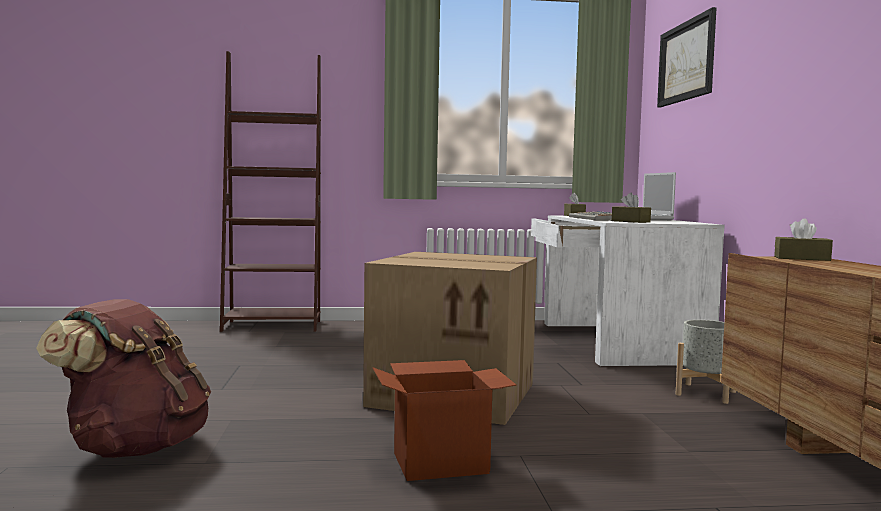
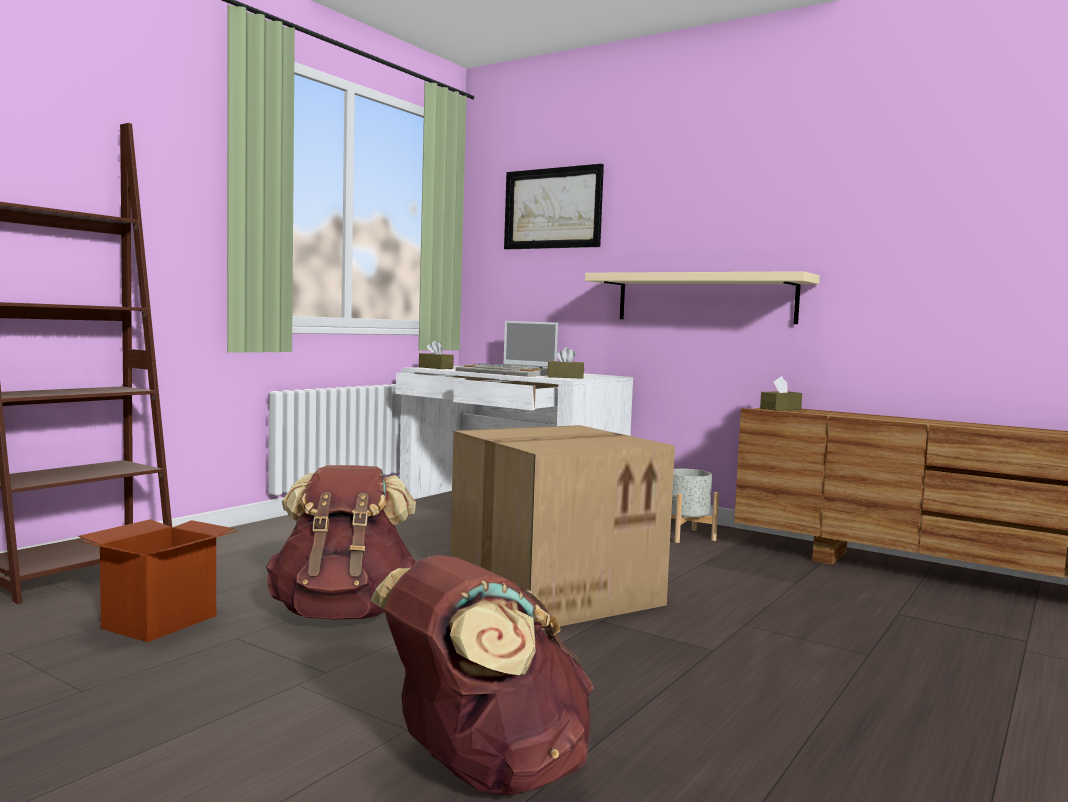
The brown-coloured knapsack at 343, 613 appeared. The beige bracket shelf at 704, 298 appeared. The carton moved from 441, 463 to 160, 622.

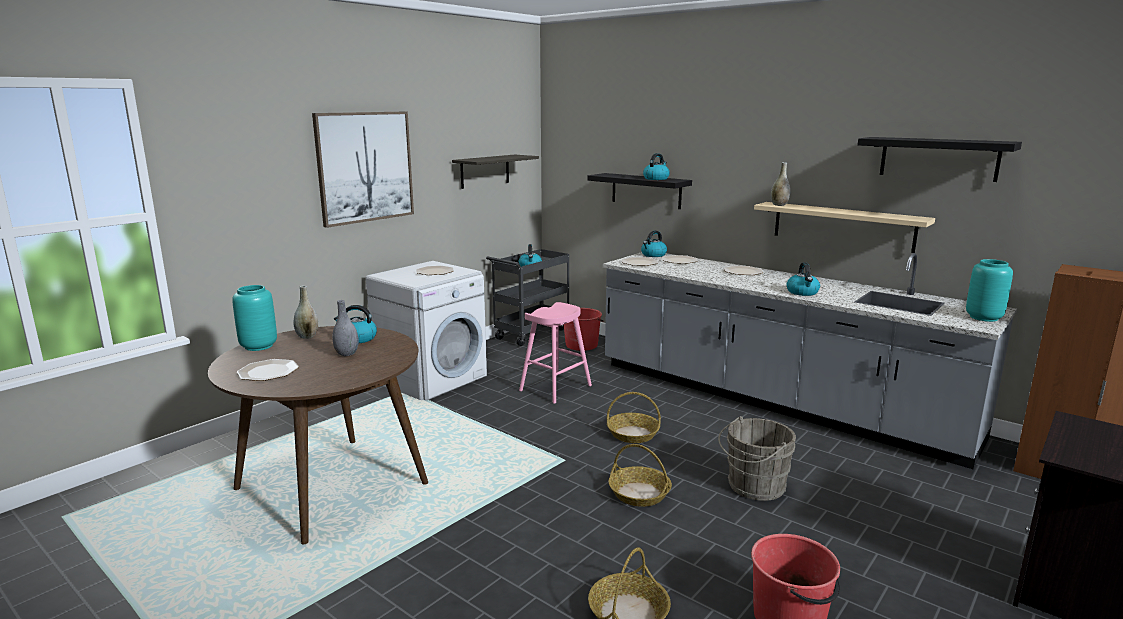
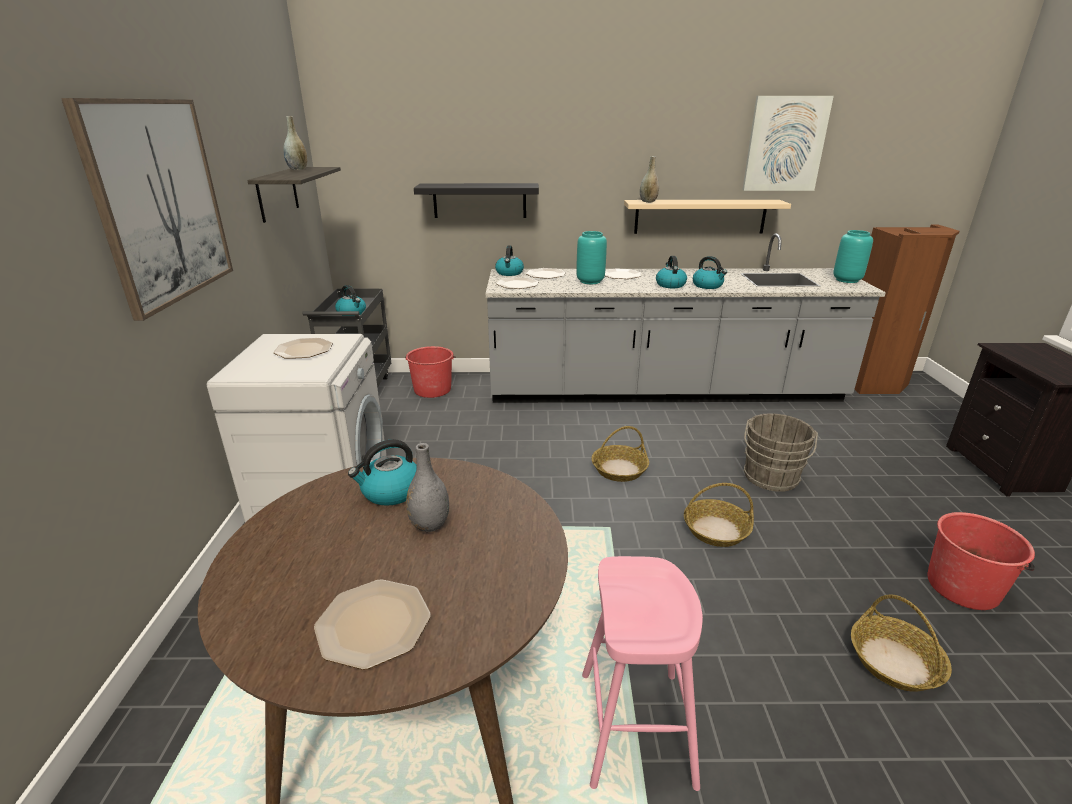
The turquoise-coloured flower vase moved from 258, 346 to 591, 281. The gray flower vase moved from 307, 336 to 298, 169. The pink stool seat moved from 555, 388 to 635, 726. The water kettle moved from 656, 178 to 670, 285. The blackish bracket shelf at 938, 158 was replaced by the wall picture at 785, 144.

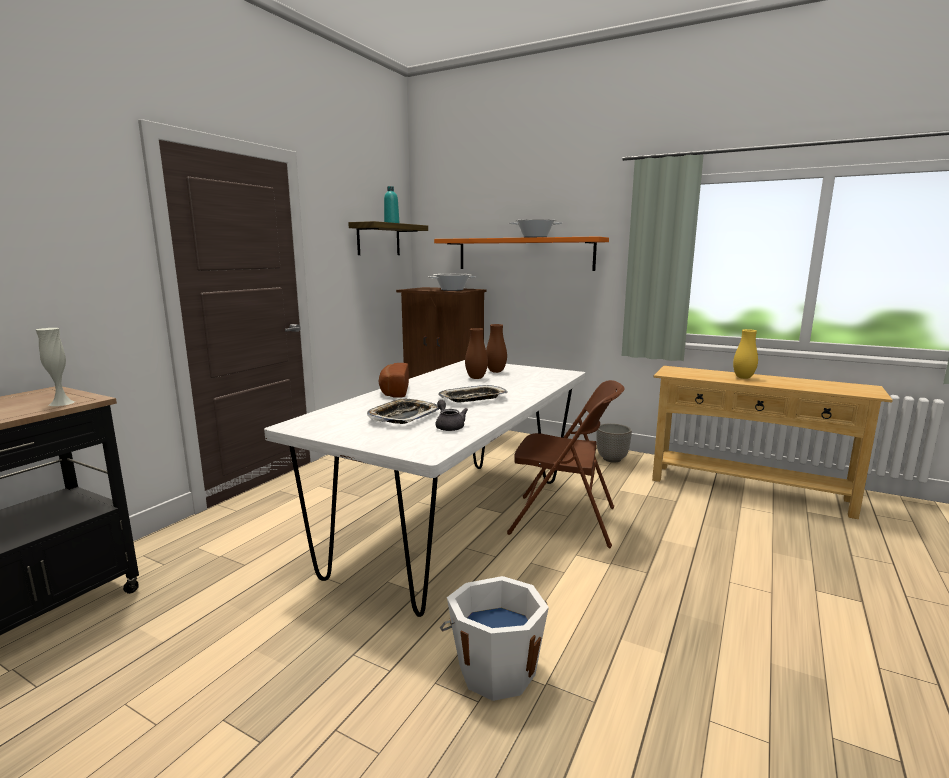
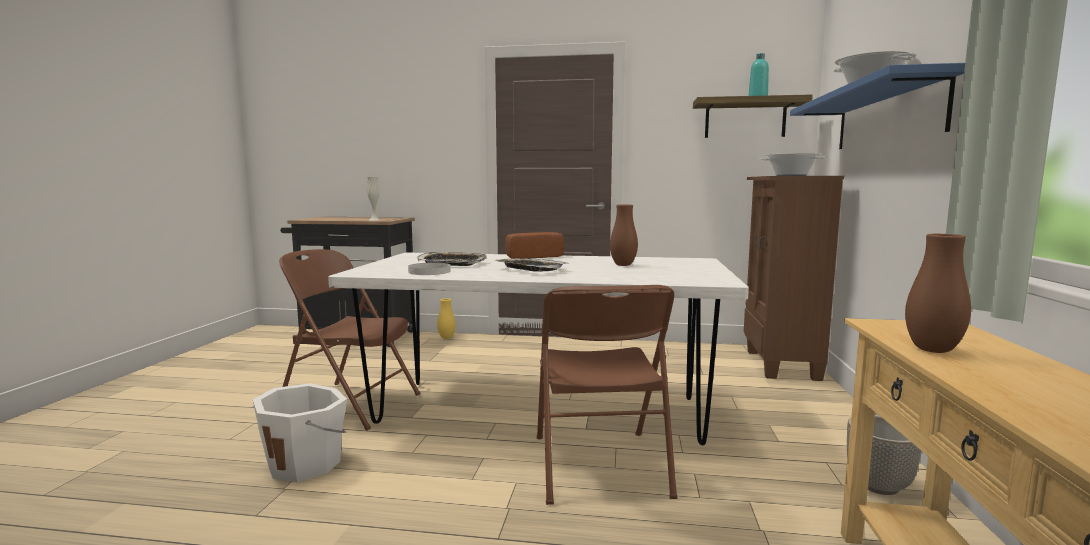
The brown-coloured upright chair at 351, 404 appeared. The brown-coloured flower vase moved from 496, 371 to 932, 350. The yellow flower vase moved from 743, 377 to 446, 338. The gray tea pot at 449, 426 was replaced by the white flat dish at 429, 271. The orangey bracket shelf at 524, 254 became the blue-coloured bracket shelf at 886, 116.

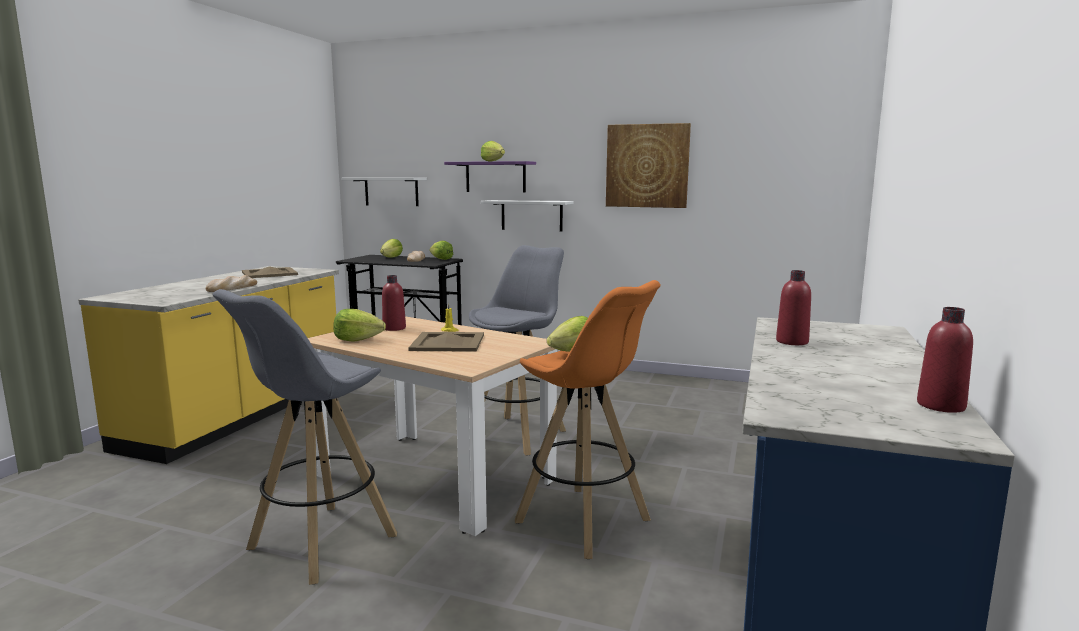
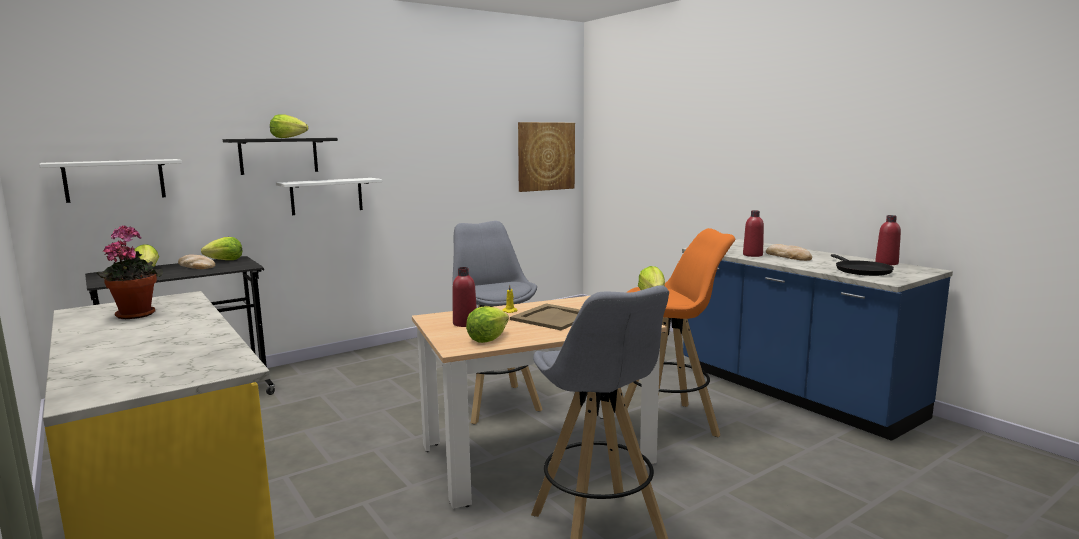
The blackish frying pan at 861, 270 appeared. The baked bread moved from 232, 288 to 788, 256. The wall picture moved from 647, 166 to 546, 156. The beige tray at 270, 273 was replaced by the plant in a pot at 135, 314. The purple bracket shelf at 495, 177 became the blackish bracket shelf at 279, 155.

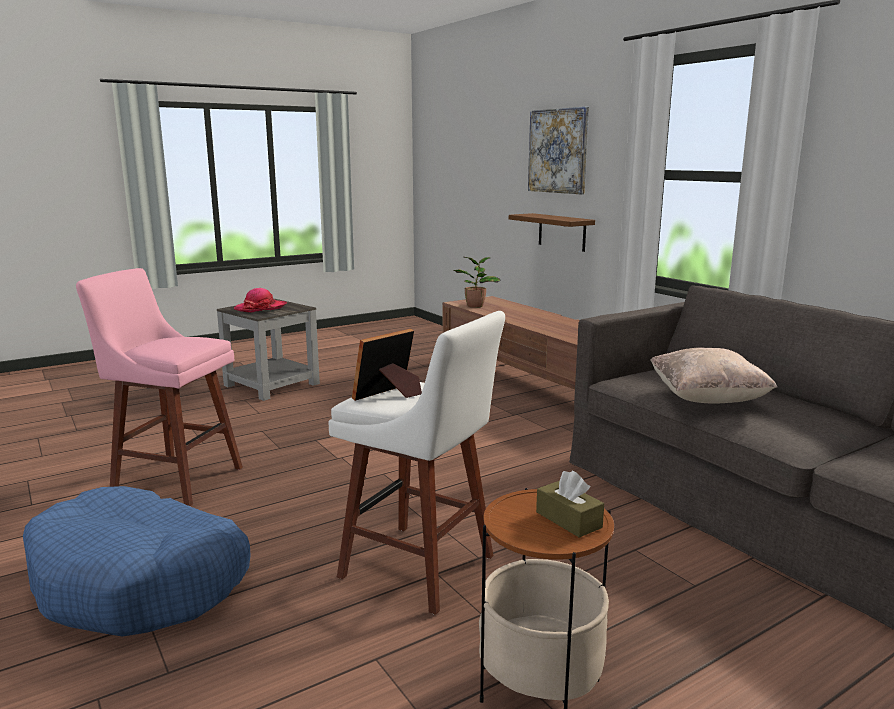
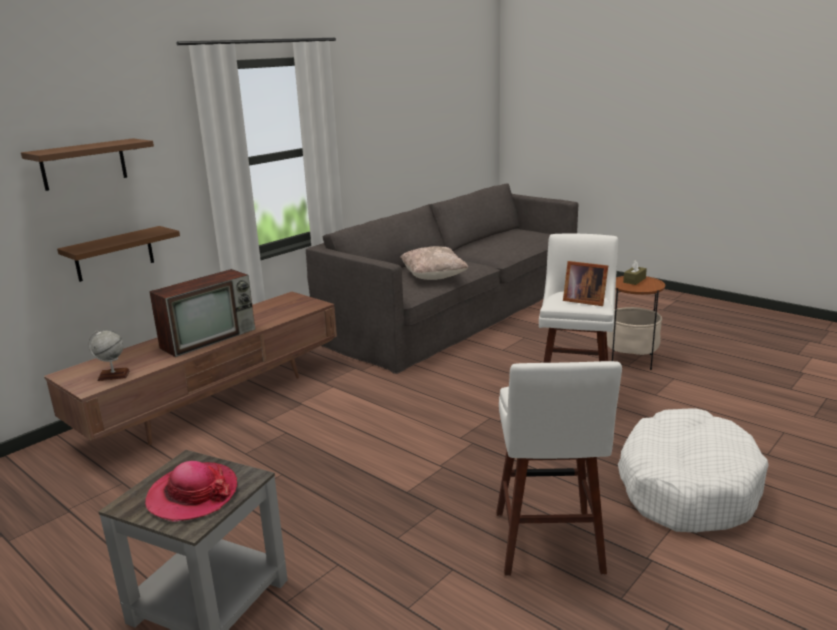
The television at 210, 338 appeared. The plant in a pot at 476, 305 was replaced by the globe at 113, 375. The wall picture at 558, 151 was replaced by the brown-coloured bracket shelf at 83, 164. The blue-coloured dog cushion at 140, 582 became the white dog cushion at 686, 486. The pink stool seat at 176, 480 became the white stool seat at 547, 544.

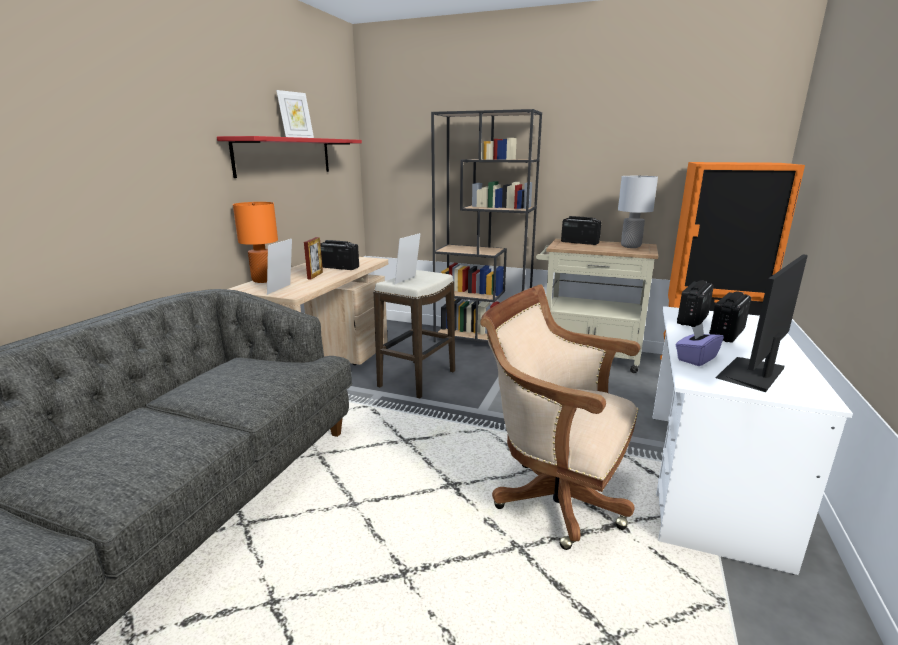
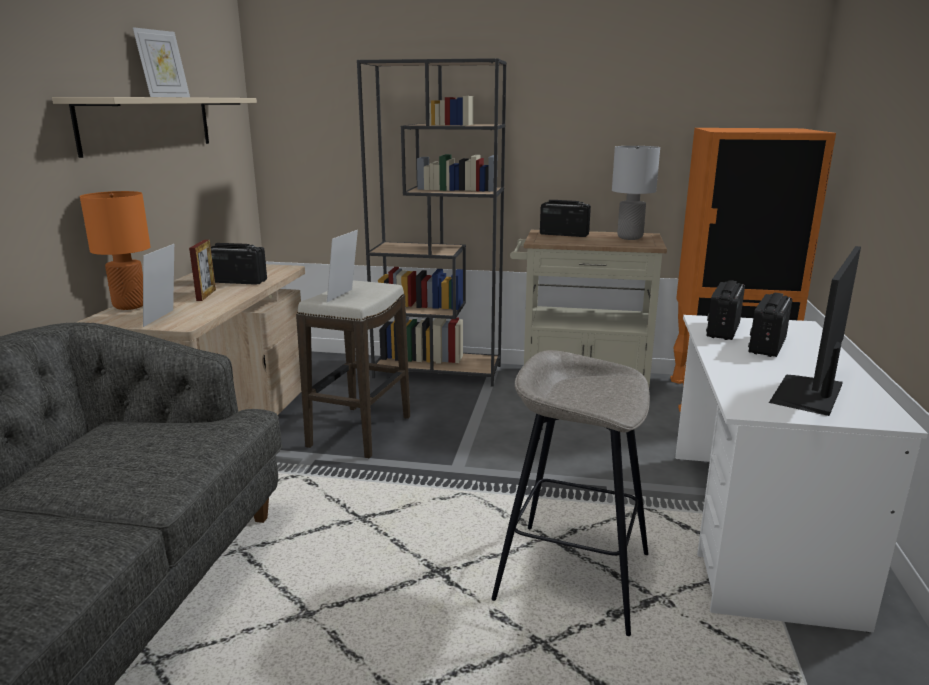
The purple tissue holder at 696, 358 disappeared. The computer chair at 553, 499 was replaced by the gray stool seat at 573, 576. The red-coloured bracket shelf at 285, 156 became the beige bracket shelf at 148, 123.

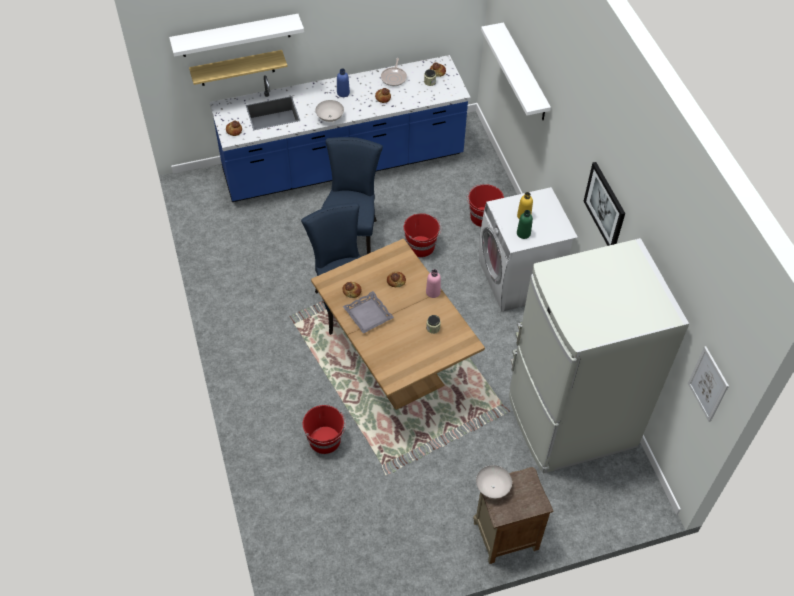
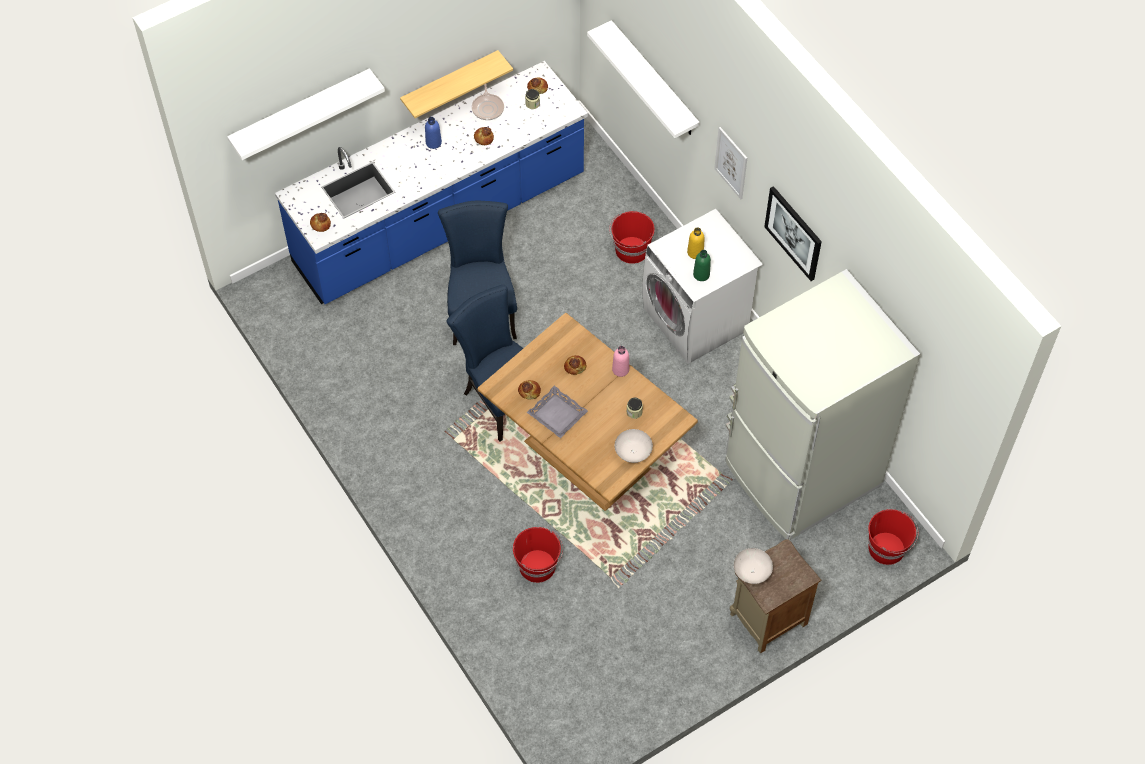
The bracket shelf moved from 237, 68 to 450, 83. The white serving bowl moved from 330, 118 to 633, 453. The red-coloured water bucket moved from 421, 246 to 887, 548. The wall picture moved from 708, 384 to 731, 163.

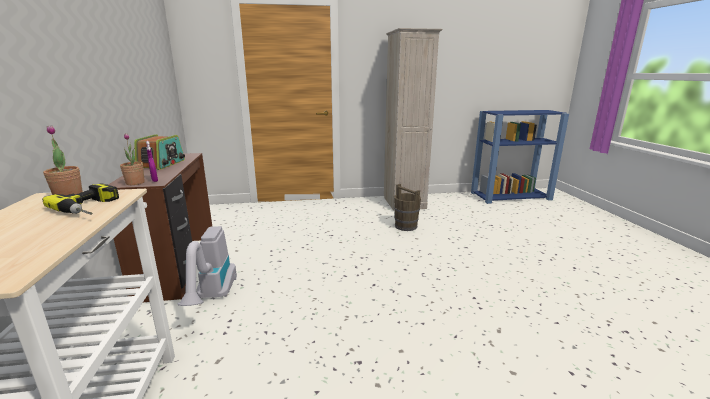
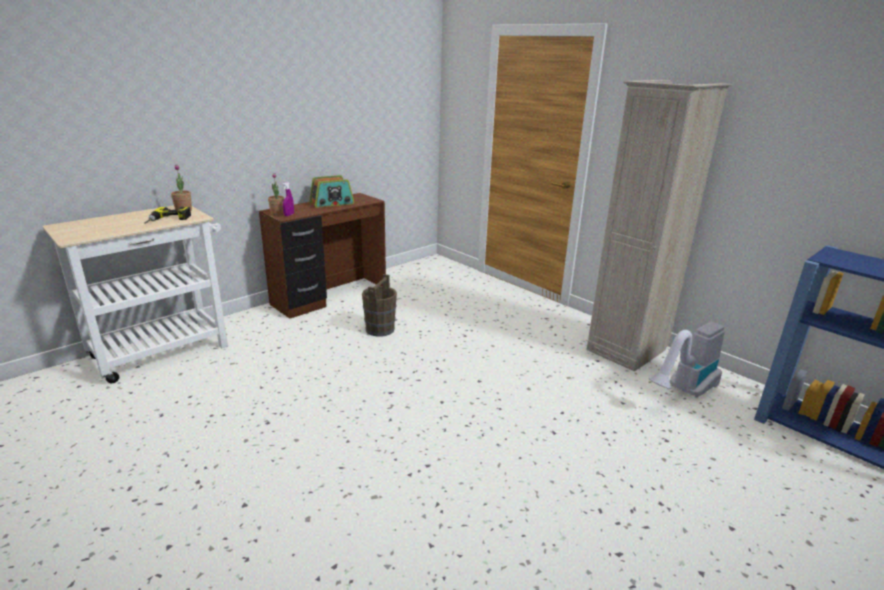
The vacuum moved from 213, 297 to 684, 392. The brown-coloured water bucket moved from 405, 226 to 380, 329.

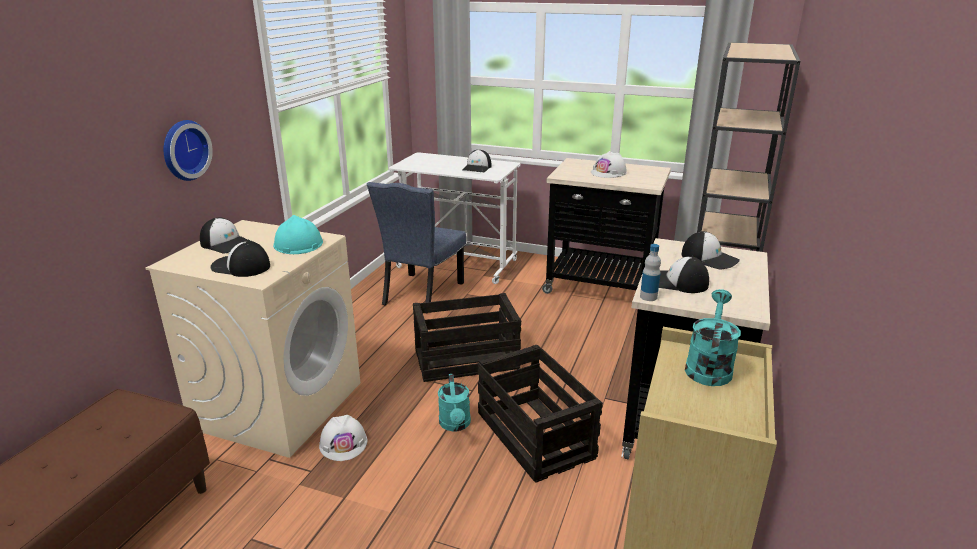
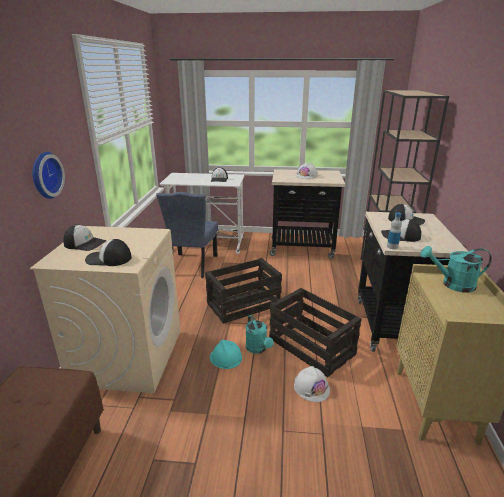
The turquoise-coloured hard hat moved from 298, 244 to 225, 357. The white hard hat moved from 343, 443 to 311, 387. The turquoise-coloured sprinkling can at 708, 366 turned 90 degrees counterclockwise.

